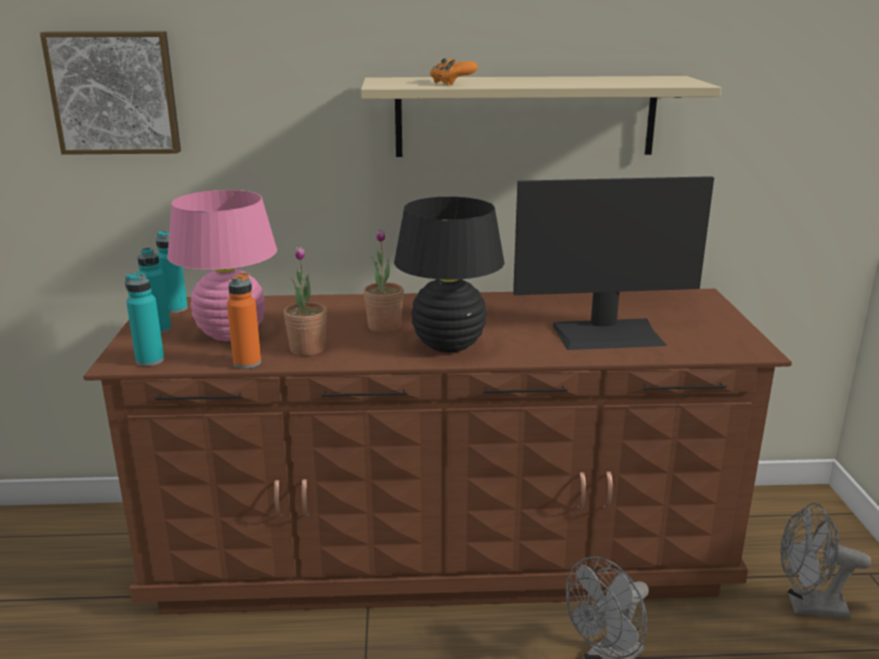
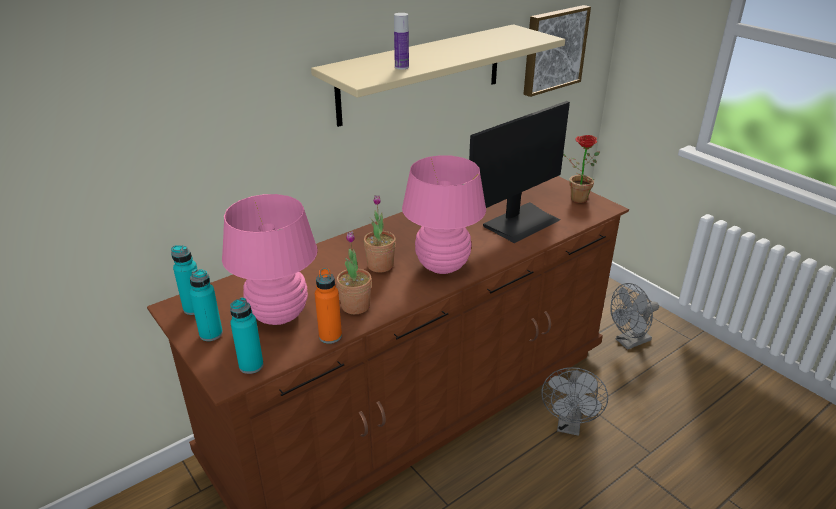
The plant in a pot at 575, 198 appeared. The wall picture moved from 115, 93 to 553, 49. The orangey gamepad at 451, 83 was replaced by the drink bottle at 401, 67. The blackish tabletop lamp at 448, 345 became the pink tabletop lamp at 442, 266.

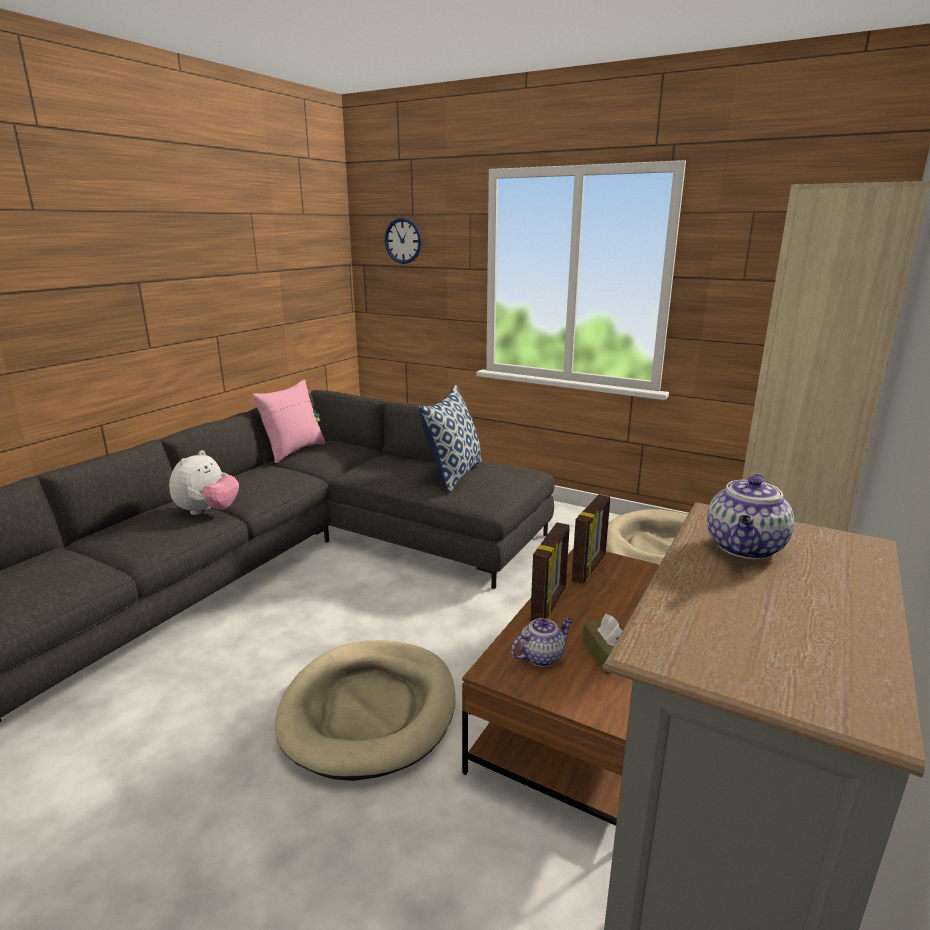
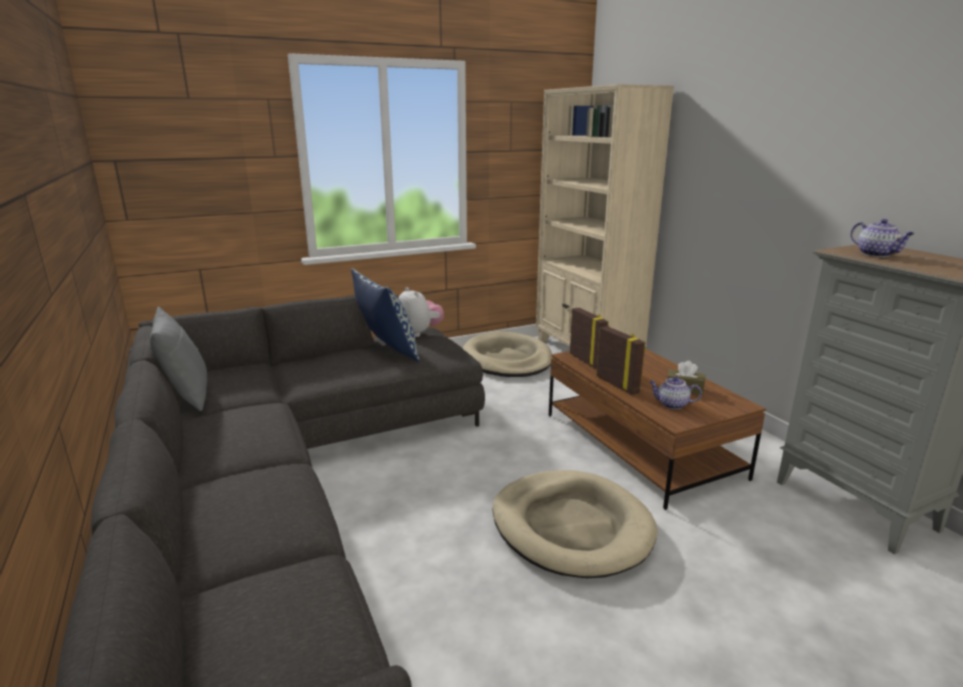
The hanging clock at 403, 241 disappeared. The plush toy moved from 208, 511 to 419, 333. The pink throw pillow at 294, 451 became the gray throw pillow at 187, 396. The tea pot at 542, 656 turned 75 degrees counterclockwise.

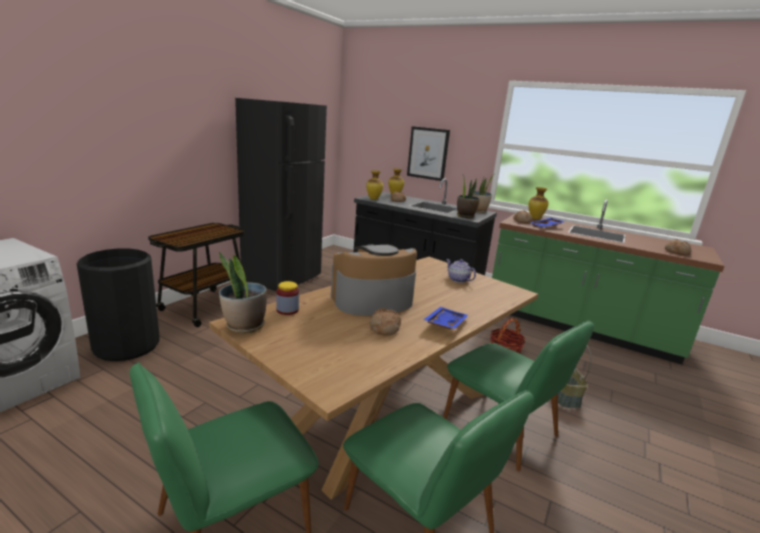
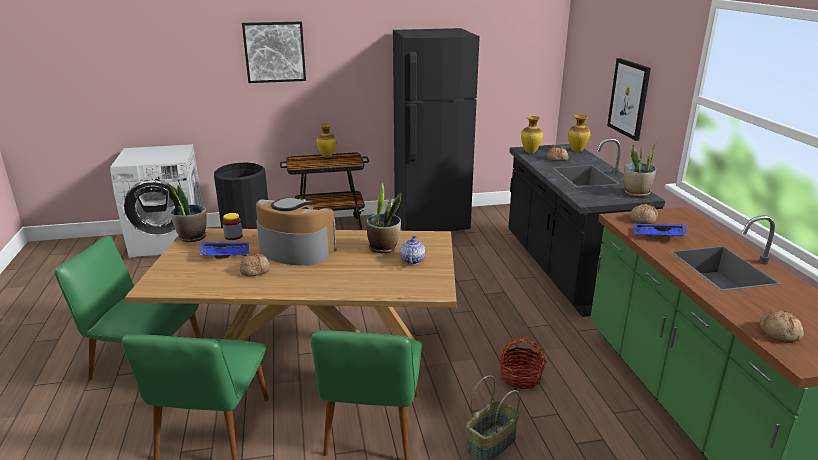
The wall picture at 274, 52 appeared. The blue-coloured tray moved from 444, 324 to 226, 254. The plant in a pot moved from 465, 216 to 383, 248. The flower vase moved from 535, 218 to 327, 156.

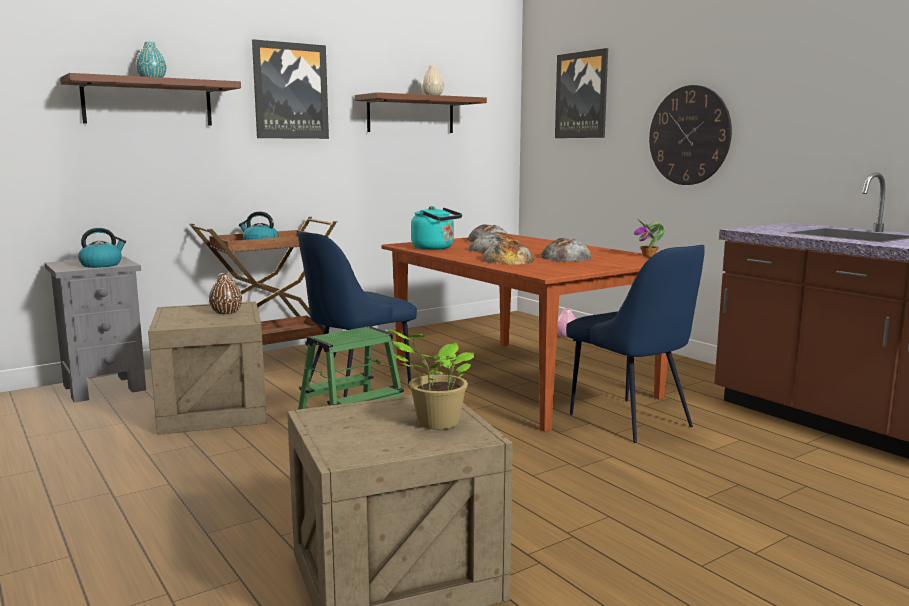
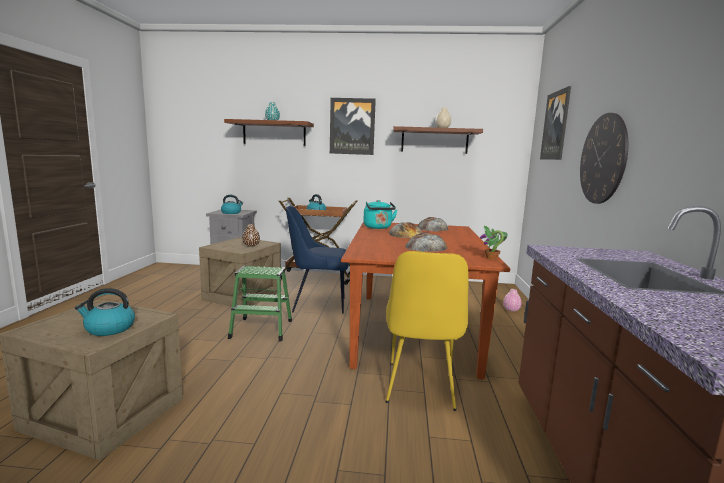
The baked bread at 508, 259 disappeared. The plant in a pot at 434, 422 was replaced by the water kettle at 109, 329. The blue-coloured upright chair at 631, 420 became the yellow upright chair at 421, 385.

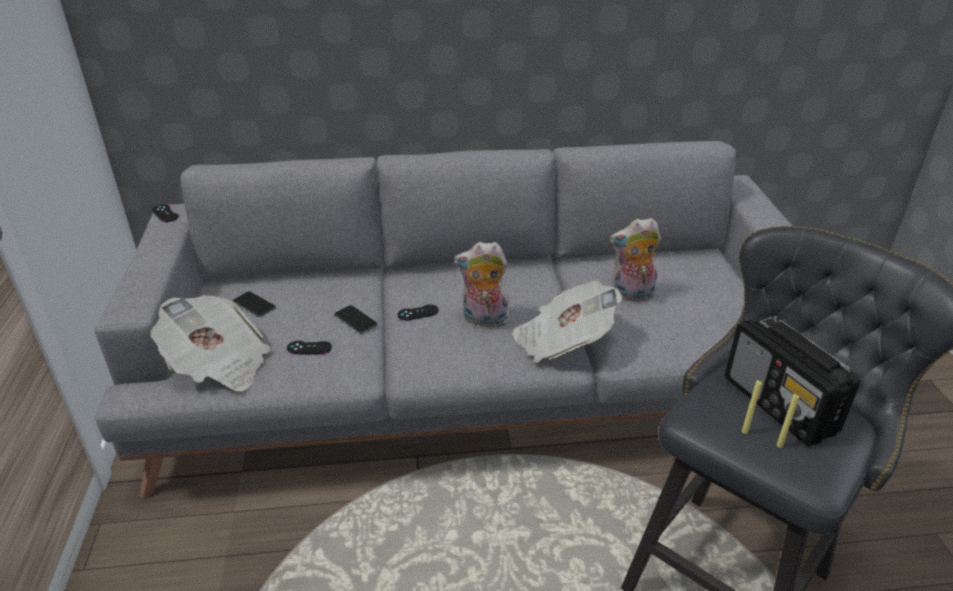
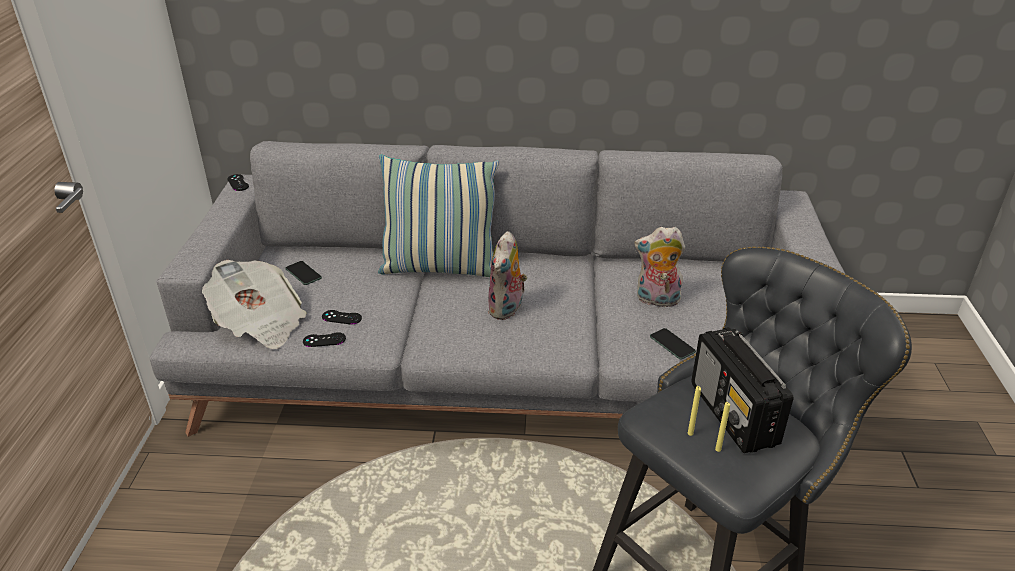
The printed paper at 563, 342 disappeared. The throw pillow at 439, 268 appeared. The handset moved from 355, 320 to 672, 344. The blackish gamepad moved from 418, 313 to 324, 340. The plush toy at 483, 320 turned 90 degrees counterclockwise.

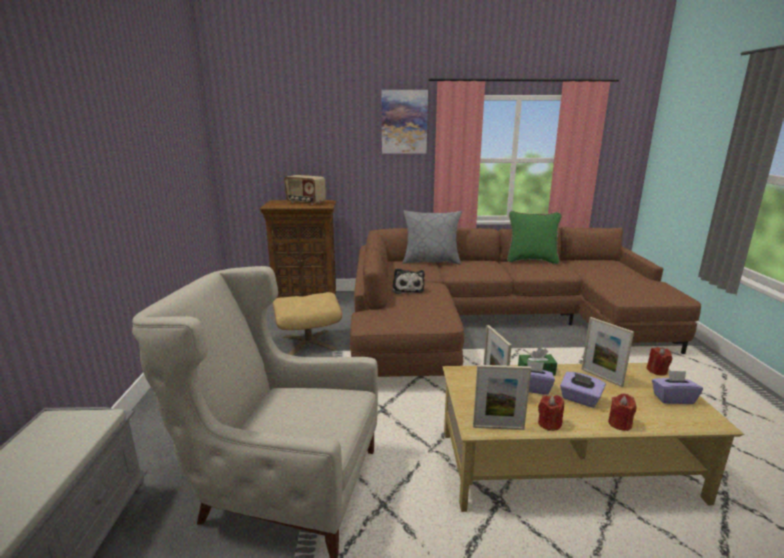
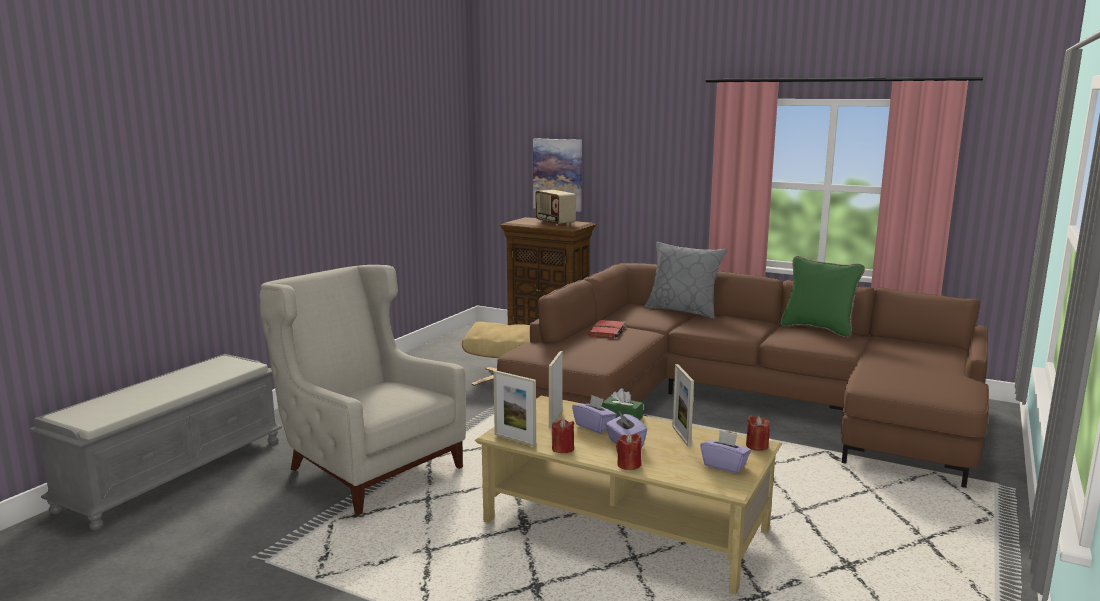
The wall picture moved from 404, 122 to 558, 174. The plush toy at 407, 289 was replaced by the red-coloured volume at 607, 331.

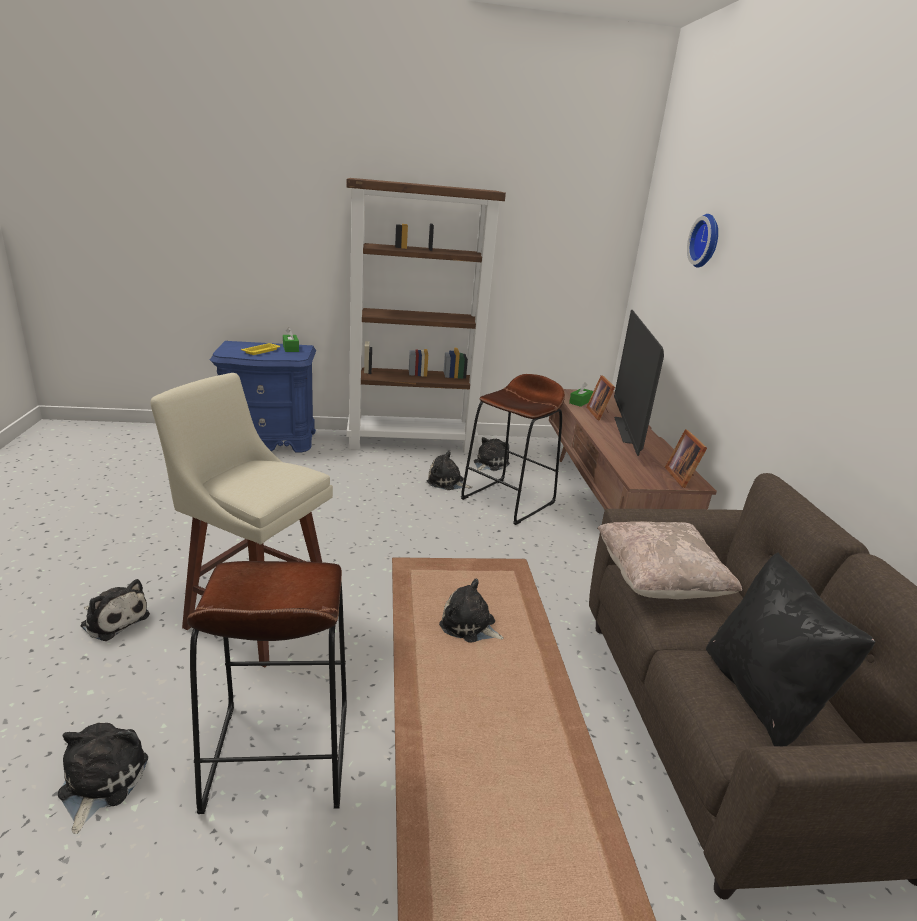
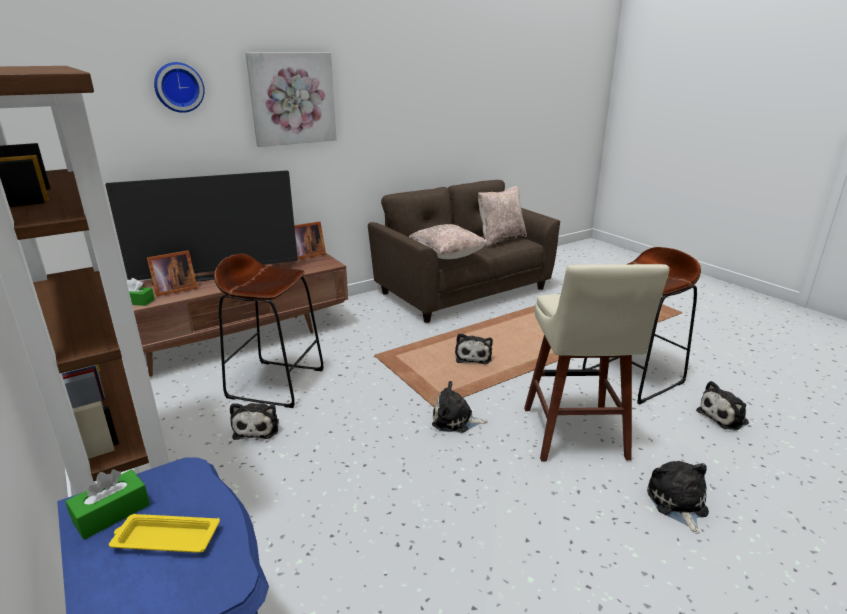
The wall picture at 292, 99 appeared. The plush toy moved from 489, 464 to 455, 420. The blackish throw pillow at 762, 695 became the beige throw pillow at 500, 239.

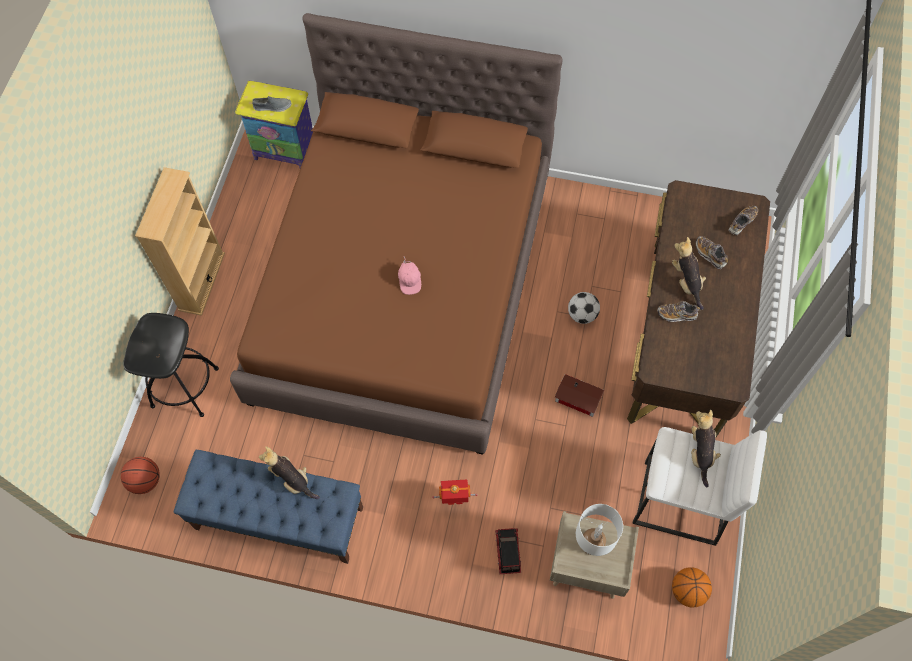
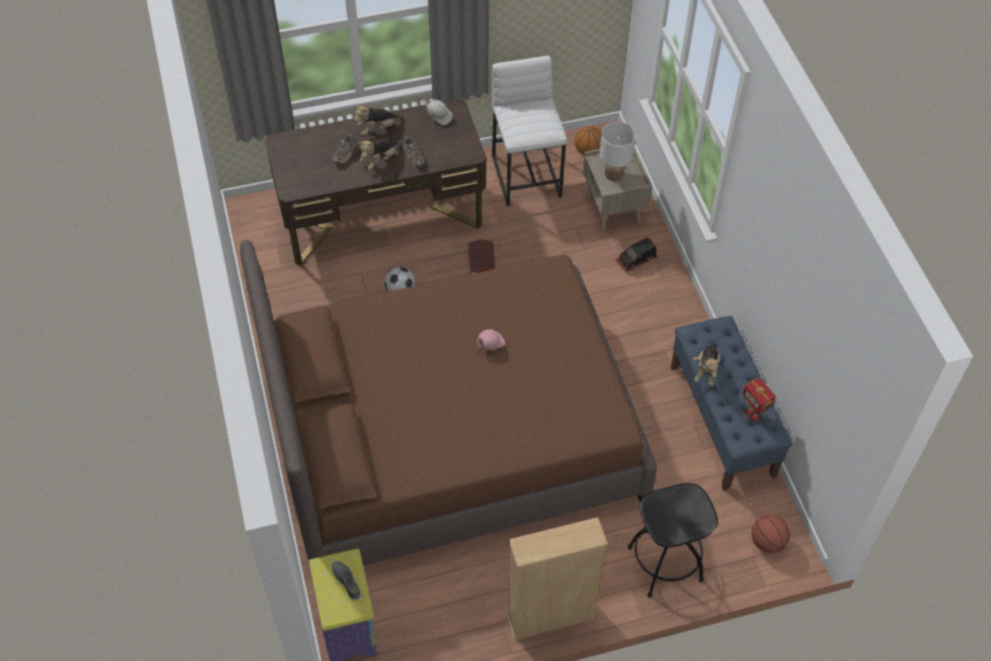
The item of footwear at 742, 222 disappeared. The white baseball cap at 439, 116 appeared. The robot figure moved from 455, 501 to 753, 413. The plush toy moved from 700, 453 to 378, 128.

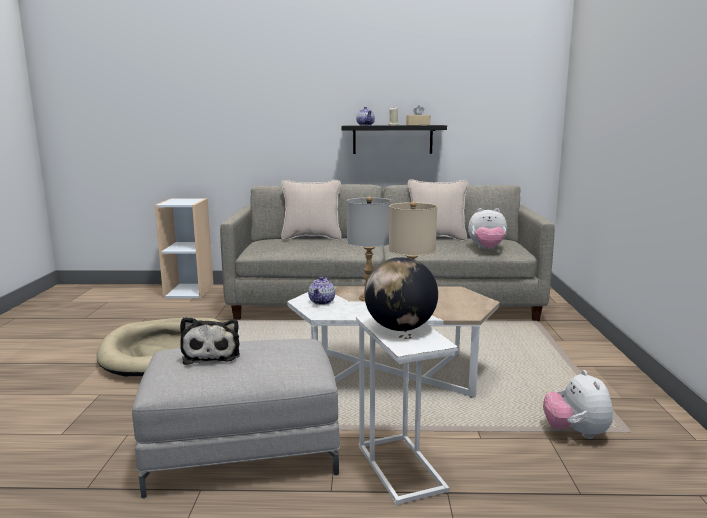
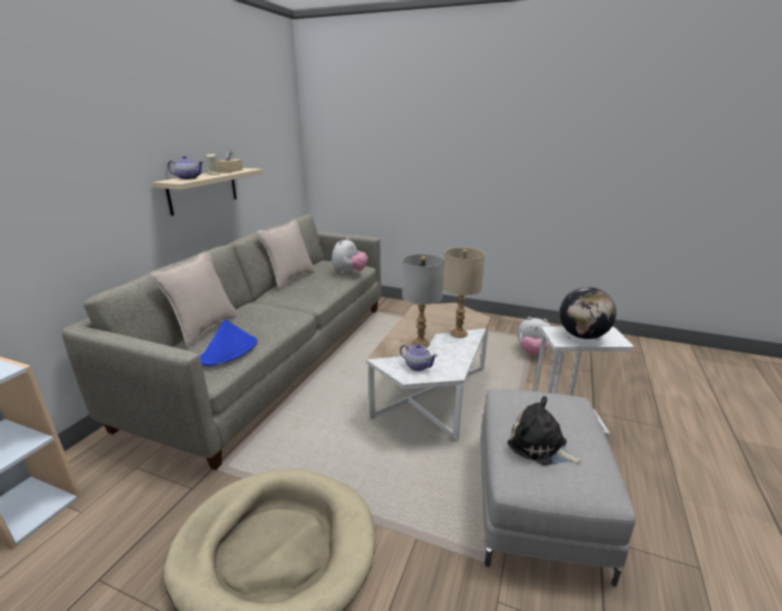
The blue-coloured clothing hat at 230, 351 appeared. The blackish bracket shelf at 392, 139 became the beige bracket shelf at 203, 190. The plush toy at 212, 354 turned 150 degrees counterclockwise.

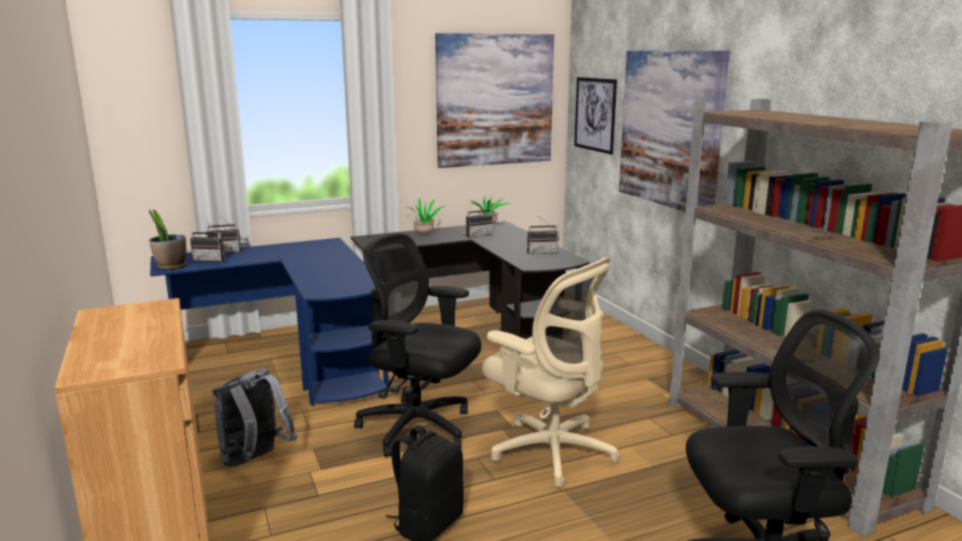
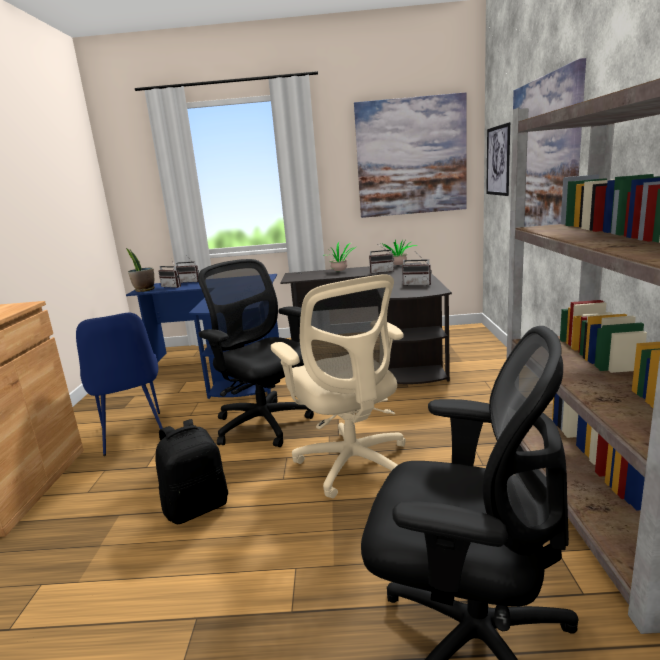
The gray knapsack at 254, 460 was replaced by the blue-coloured upright chair at 134, 433.

